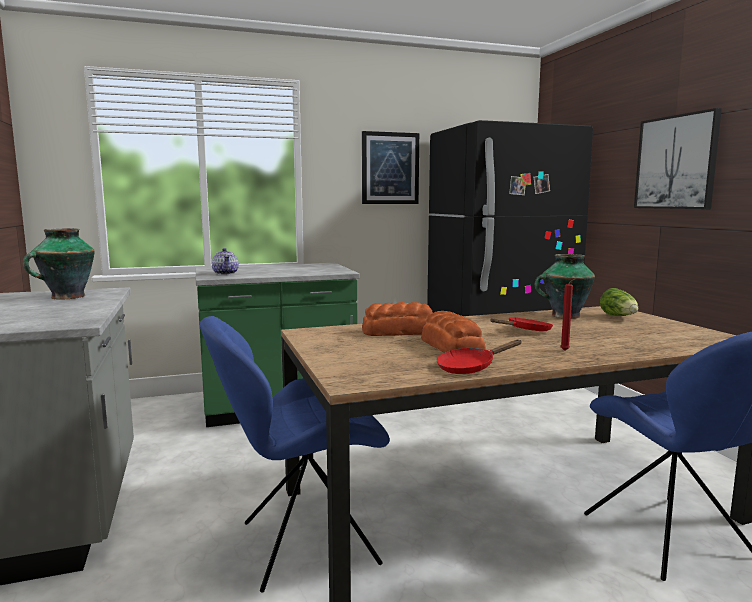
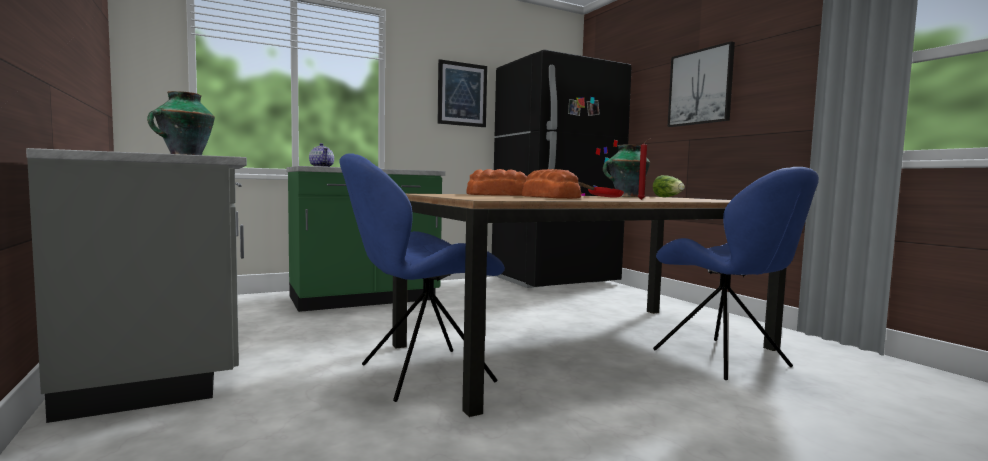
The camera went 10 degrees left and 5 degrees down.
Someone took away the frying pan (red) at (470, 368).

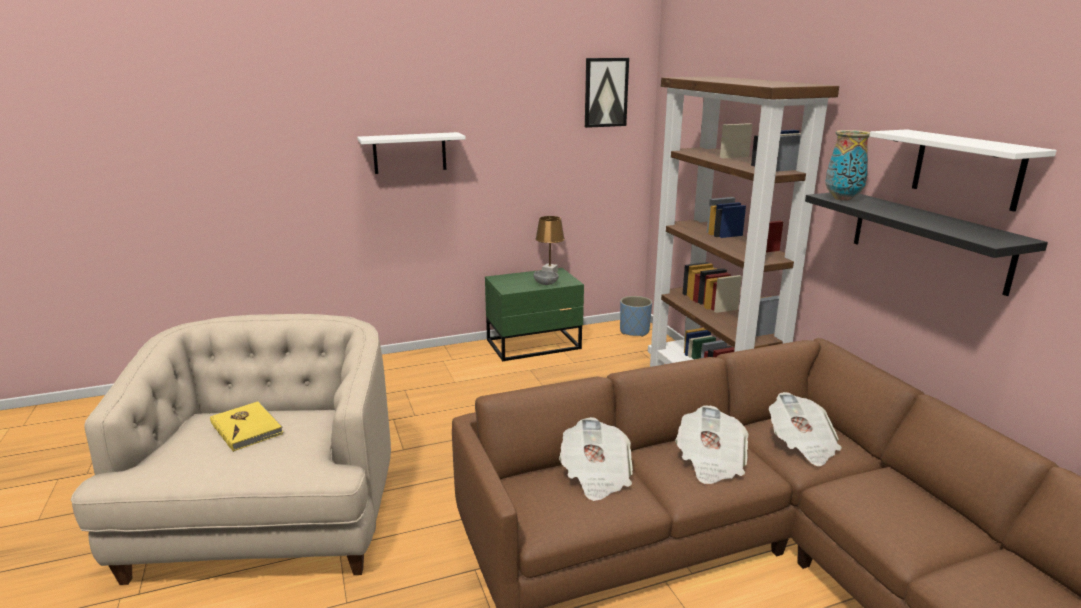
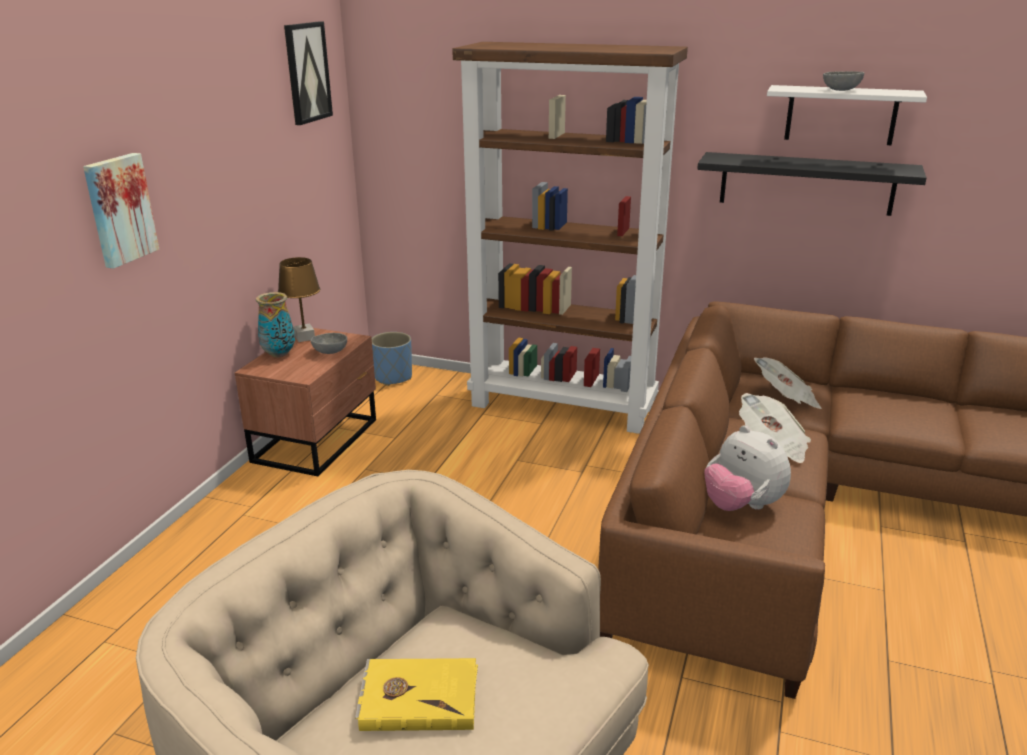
The camera went 50 degrees left and 5 degrees up.
Someone carried the vase from (843, 198) to (279, 354).
Someone swapped the shelf (white) at (409, 153) for the picture at (119, 209).
Someone repainted the nightstand (green) at (535, 345), which became the nightstand (brown) at (319, 440).
Someone swapped the newspaper at (596, 476) for the plush toy at (741, 506).
Someone put down the bowl (grey) at (840, 90).

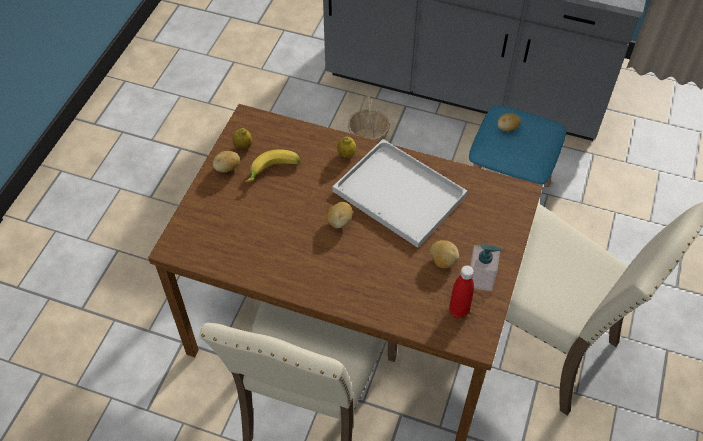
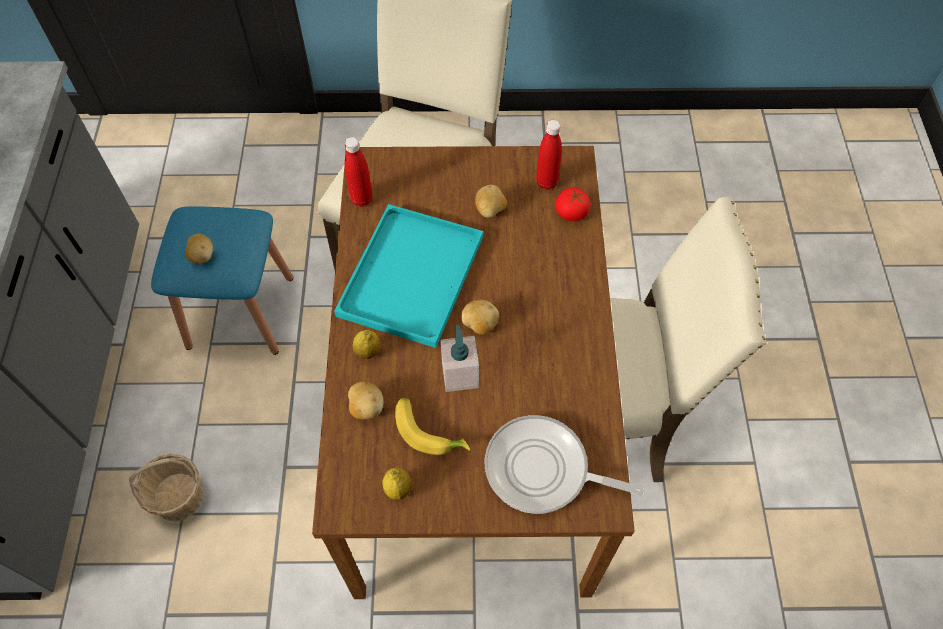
The camera went 110 degrees left and 5 degrees up.
Someone repainted the tray (white) at (402, 194), which became the tray (turquoise) at (411, 273).
Someone carried the potato from (227, 168) to (366, 407).
Someone carried the soap dispenser from (480, 278) to (460, 375).
Someone put down the bottle (red) at (361, 199).
Someone put down the tomato at (571, 213).
Someone put down the frying pan at (542, 470).

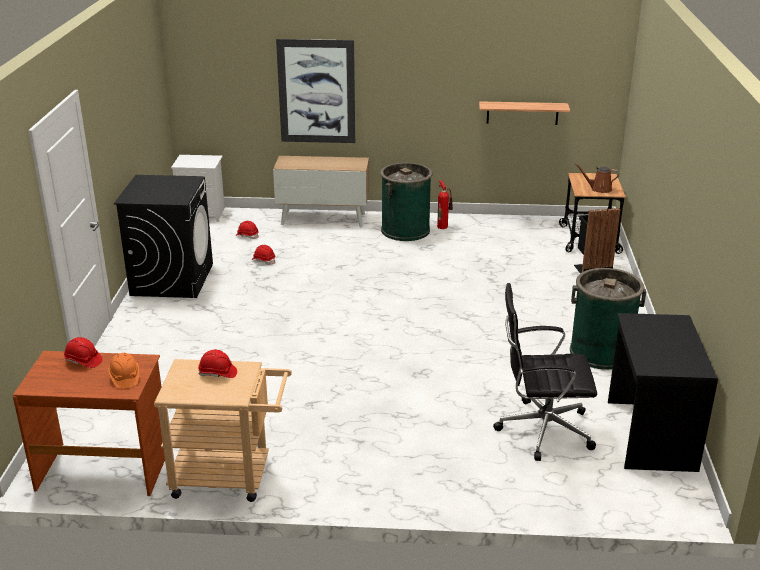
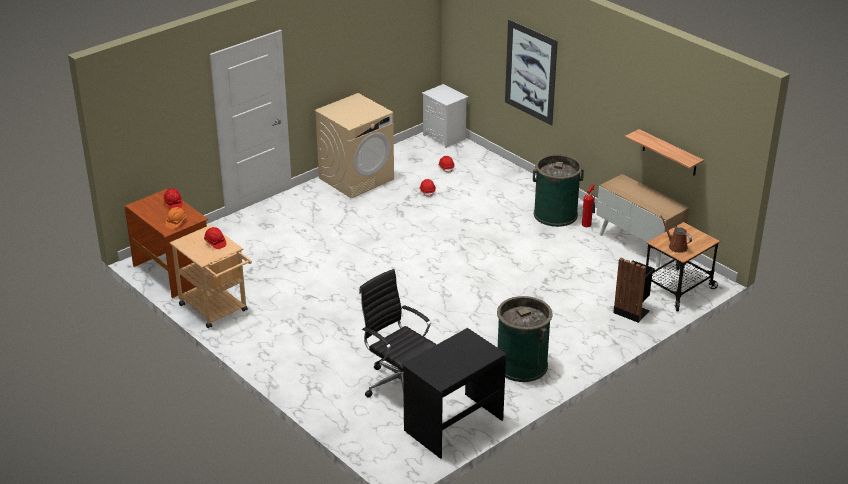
The camera went 45 degrees right and 5 degrees up.
Someone carried the cabinet from (323, 219) to (638, 245).
Someone repainted the washing machine (black) at (172, 279), which became the washing machine (beige) at (356, 178).

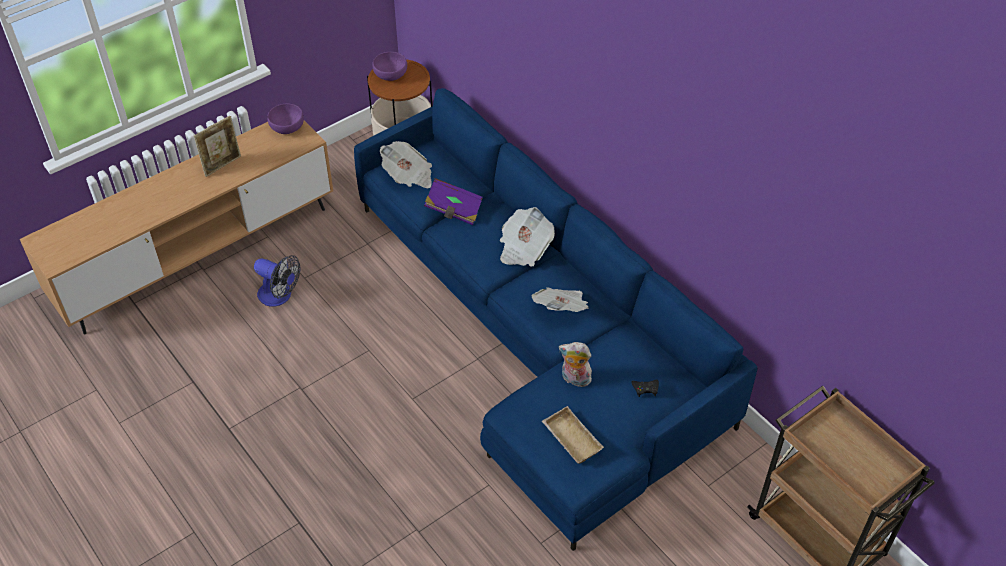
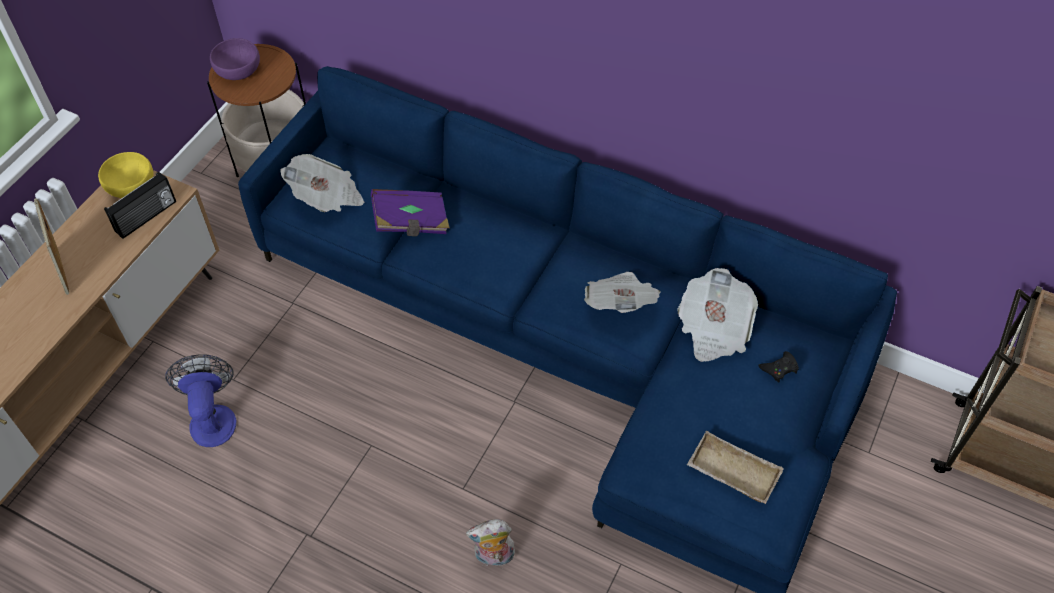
The camera went 25 degrees left and 5 degrees up.
Someone repainted the bowl (purple) at (286, 127), which became the bowl (yellow) at (130, 186).
Someone rotated the picture frame at (222, 165) by 135 degrees clockwise.
Someone carried the newspaper from (524, 248) to (713, 329).
Someone rotated the fan at (280, 296) by 105 degrees counterclockwise.
Someone carried the plush toy from (574, 379) to (493, 557).
Someone put down the radio at (146, 217).

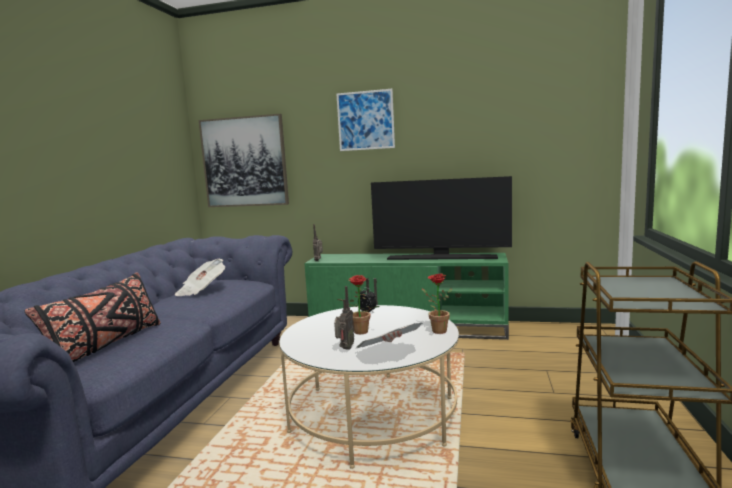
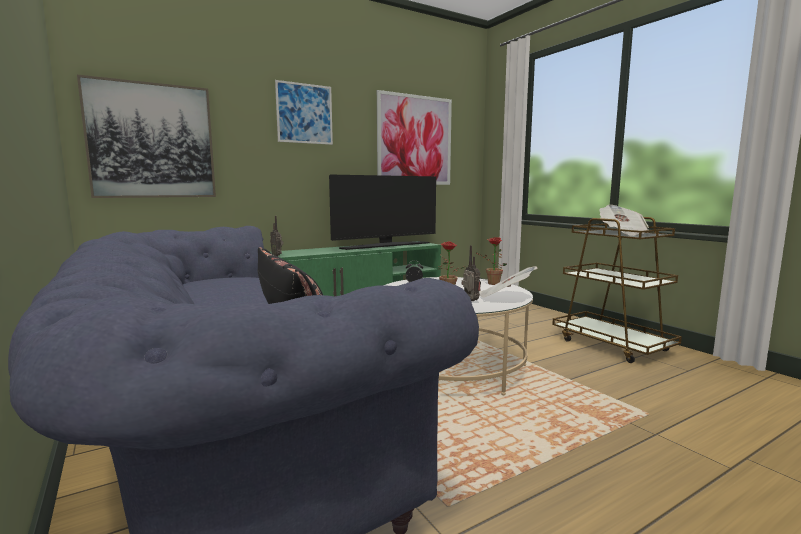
The camera went 45 degrees left and 0 degrees up.
Someone carried the newspaper from (201, 291) to (622, 233).
Someone put up the picture at (415, 140).

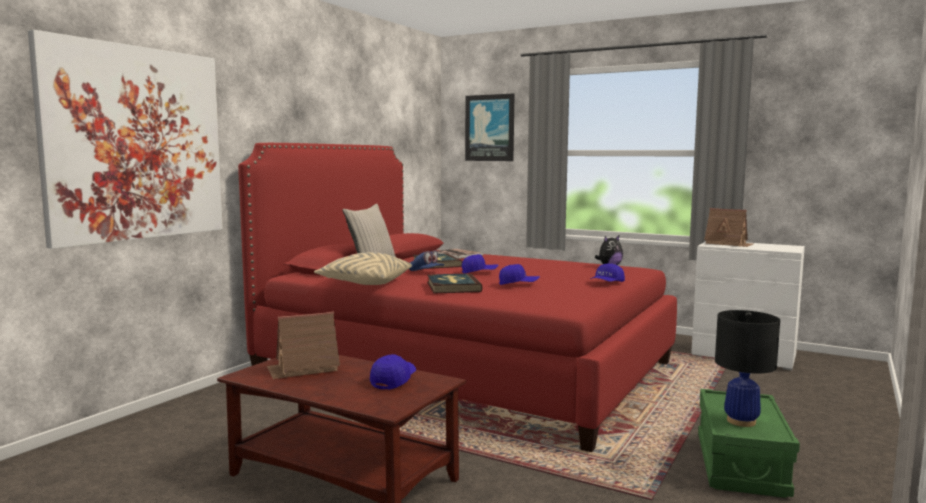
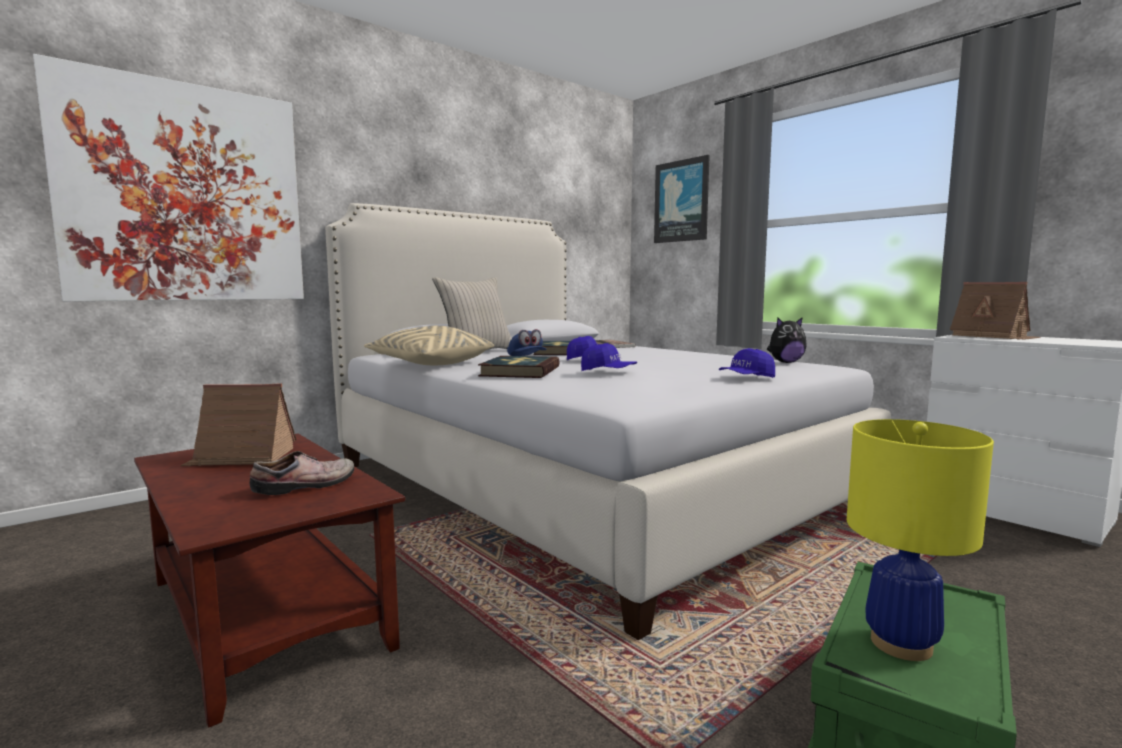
The camera went 20 degrees right and 0 degrees up.
Someone repainted the bed (red) at (465, 368), which became the bed (white) at (579, 485).
Someone repainted the table lamp (black) at (741, 421), which became the table lamp (yellow) at (900, 644).
Someone swapped the cap (blue) at (393, 381) for the shoe at (307, 486).

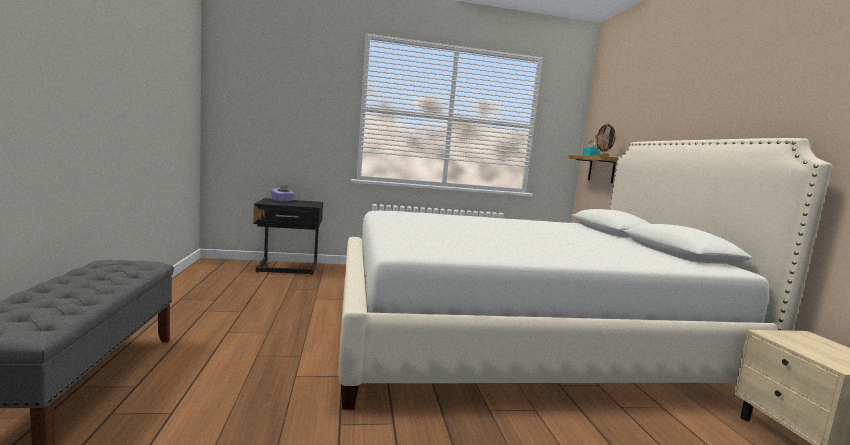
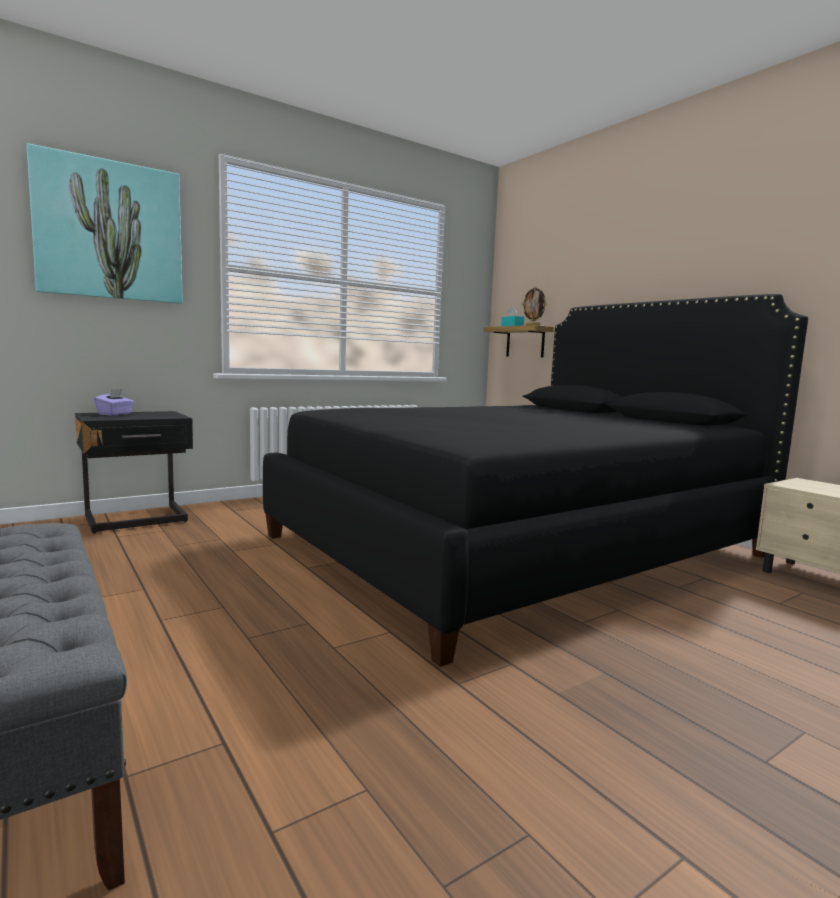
The camera went 25 degrees left and 0 degrees up.
Someone repainted the bed (white) at (517, 338), which became the bed (black) at (519, 546).
Someone put up the picture at (109, 231).

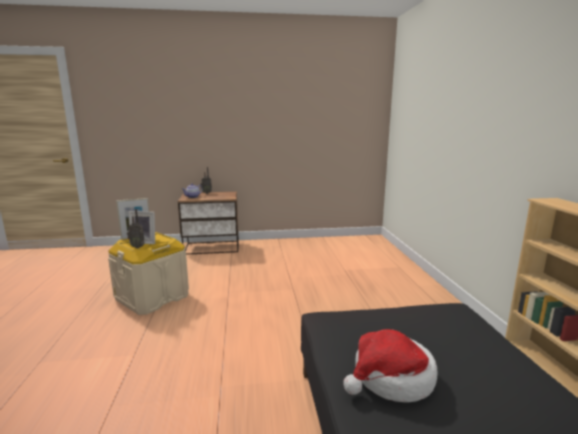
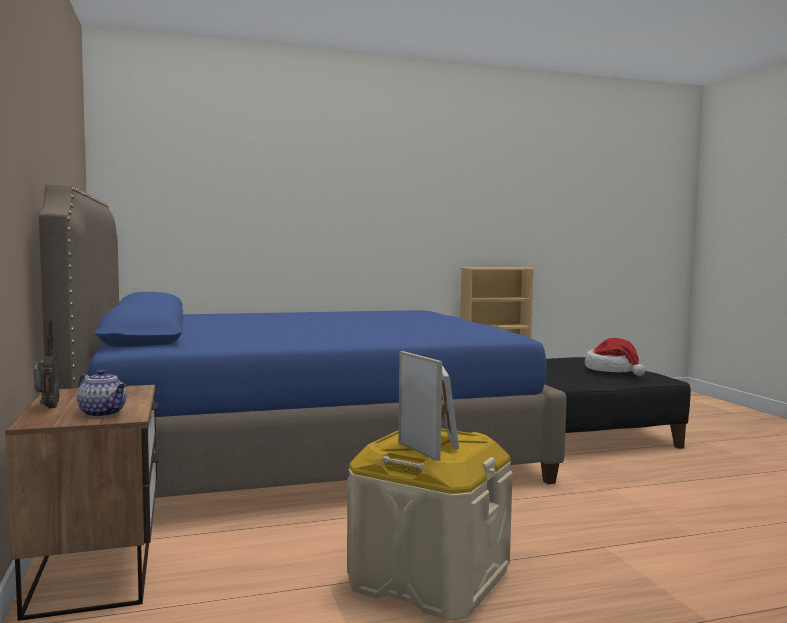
The camera went 100 degrees left and 10 degrees down.
Someone took away the radio at (137, 247).
Someone put down the bed (blue) at (303, 454).

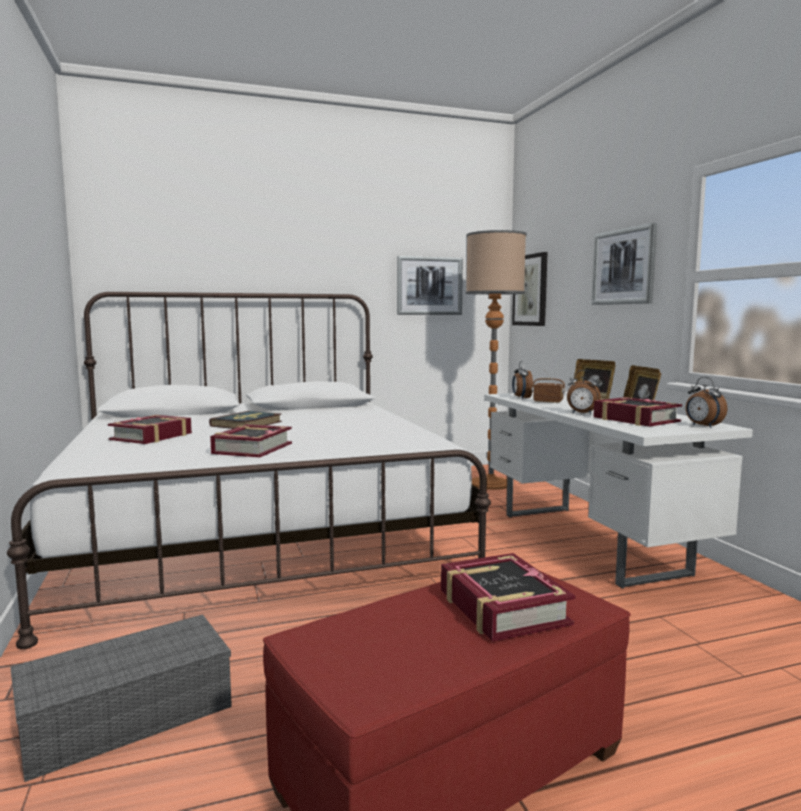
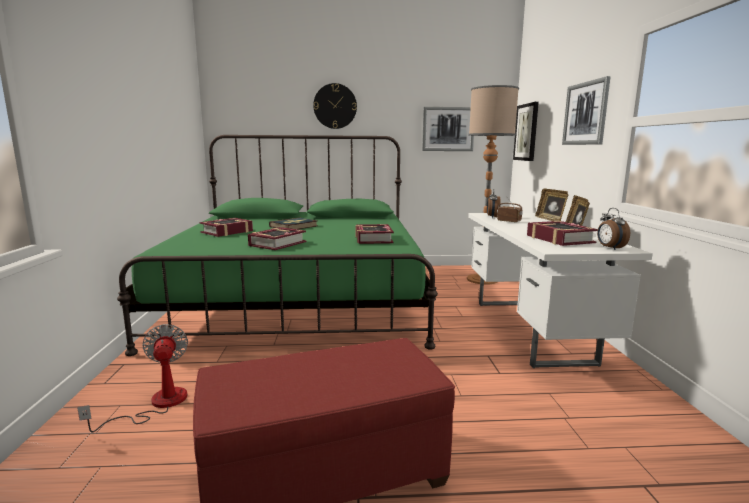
The camera went 15 degrees right and 5 degrees up.
Someone repainted the bed (white) at (256, 532), which became the bed (green) at (299, 299).
Someone took away the alarm clock at (582, 413).
Someone carried the book from (502, 607) to (373, 239).
Someone swapped the storage box (grey) at (124, 717) for the fan at (157, 404).
Someone put up the wall clock at (335, 106).

